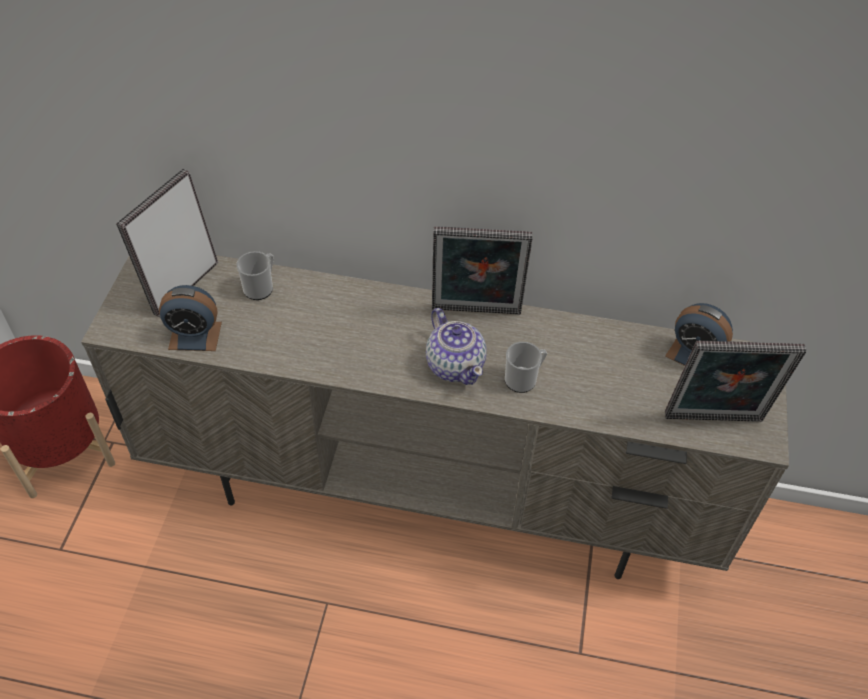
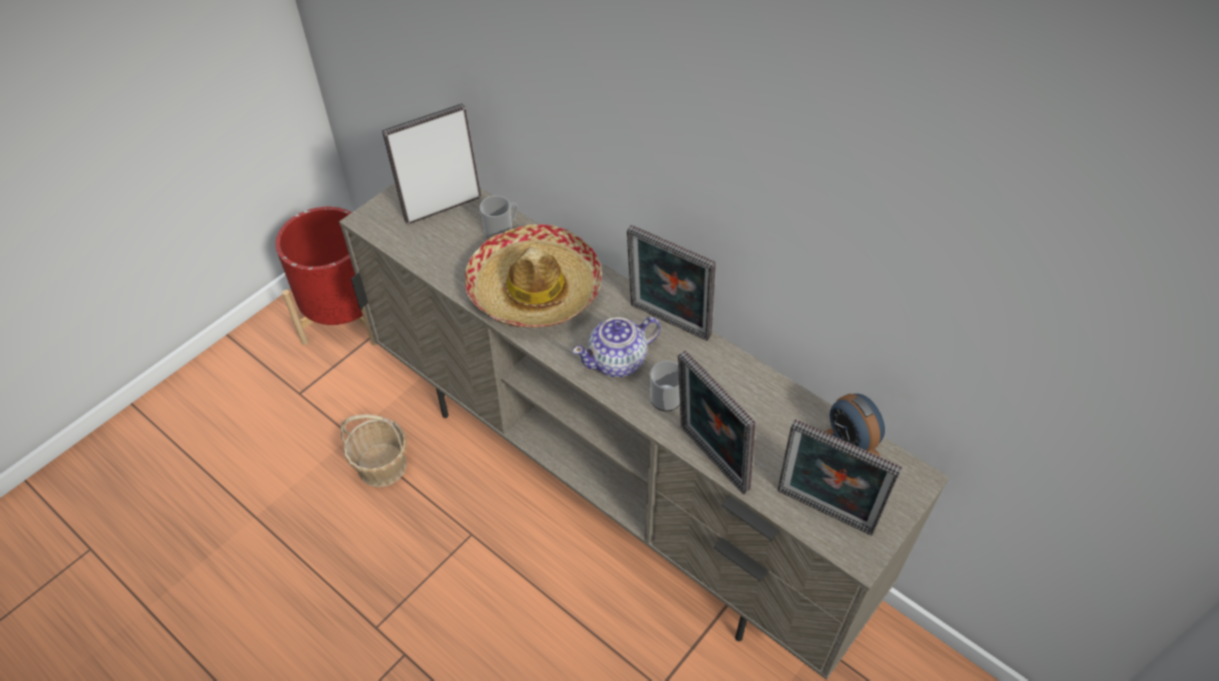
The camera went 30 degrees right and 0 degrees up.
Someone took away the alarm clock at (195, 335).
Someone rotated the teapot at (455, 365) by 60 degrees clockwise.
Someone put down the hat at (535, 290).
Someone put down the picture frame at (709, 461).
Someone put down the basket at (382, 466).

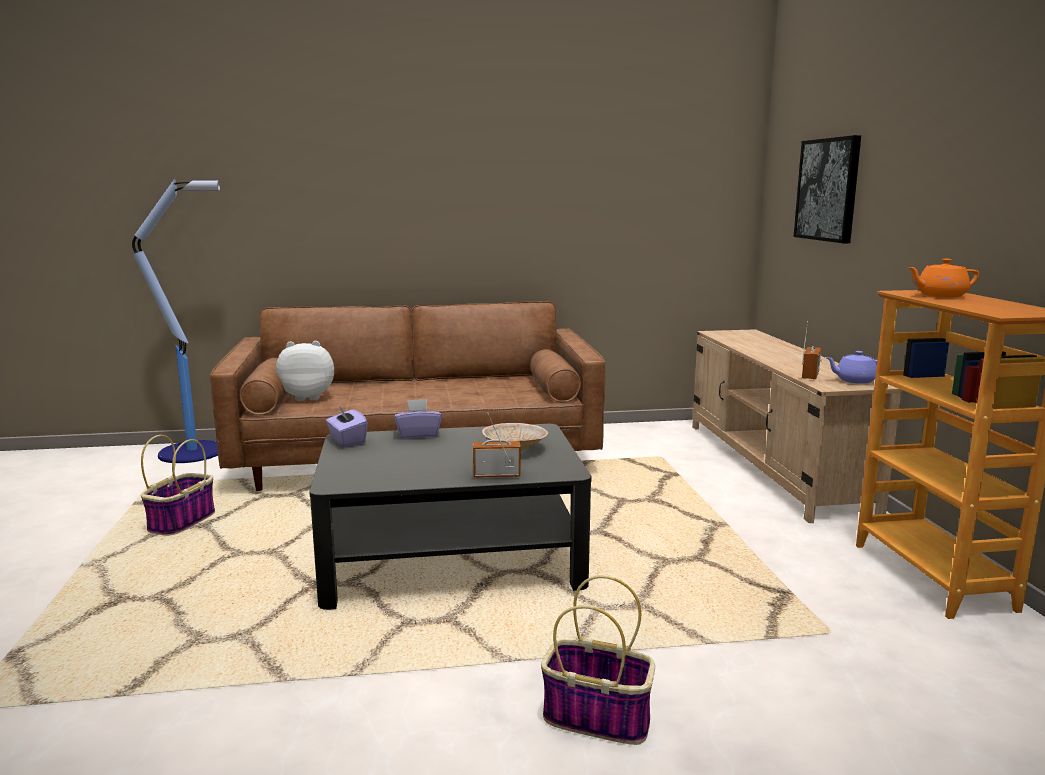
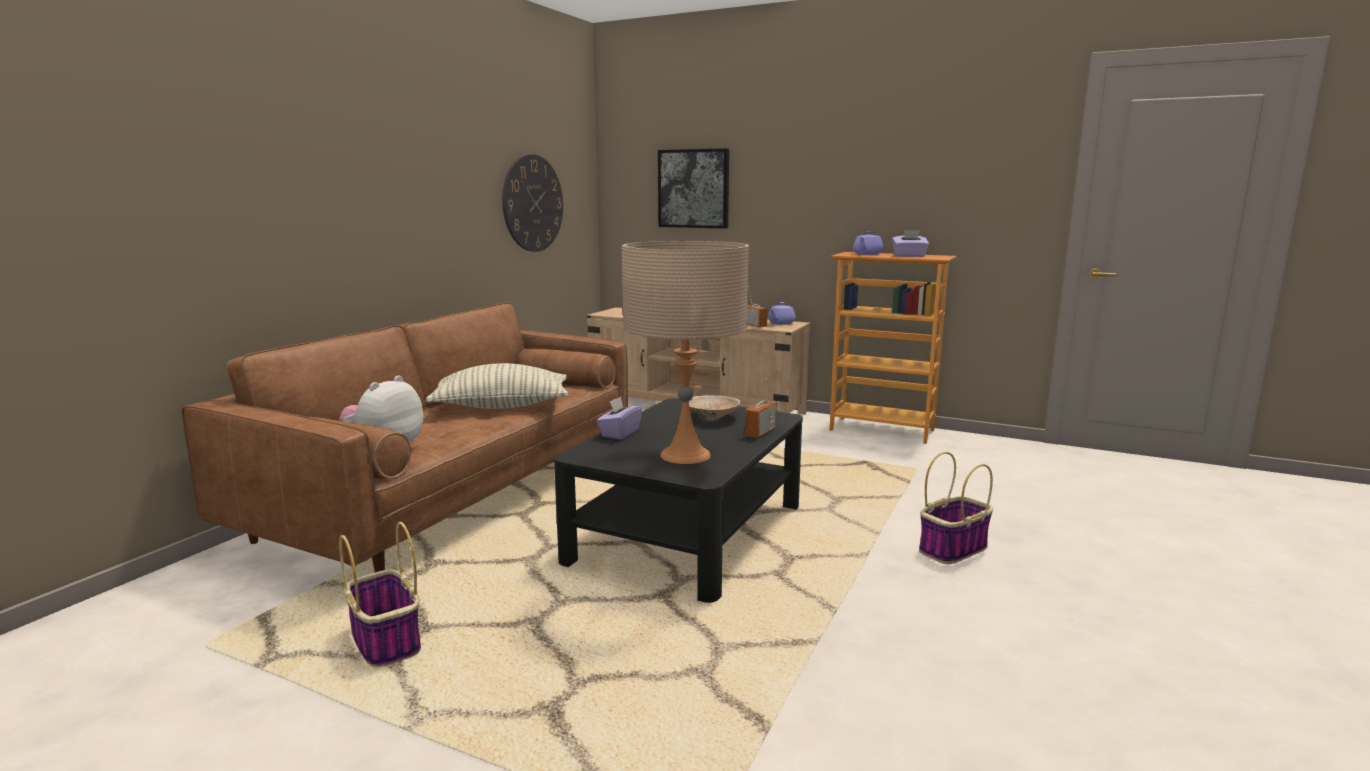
The camera went 55 degrees left and 0 degrees up.
Someone took away the floor lamp at (194, 452).
Someone repainted the teapot (orange) at (940, 295), which became the teapot (purple) at (867, 254).
Someone carried the tissue box (purple) from (347, 440) to (909, 256).
Someone put up the wall clock at (533, 203).
Someone put down the table lamp (beige) at (685, 455).
Someone put down the pillow at (502, 406).

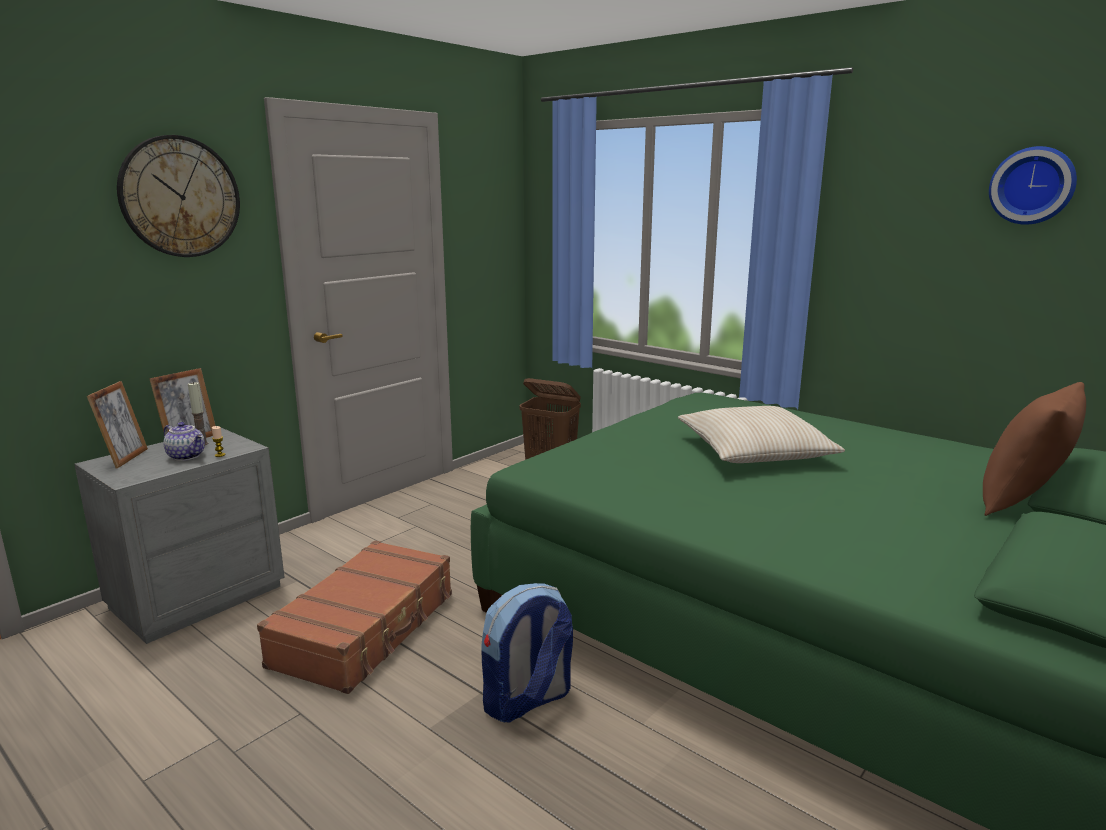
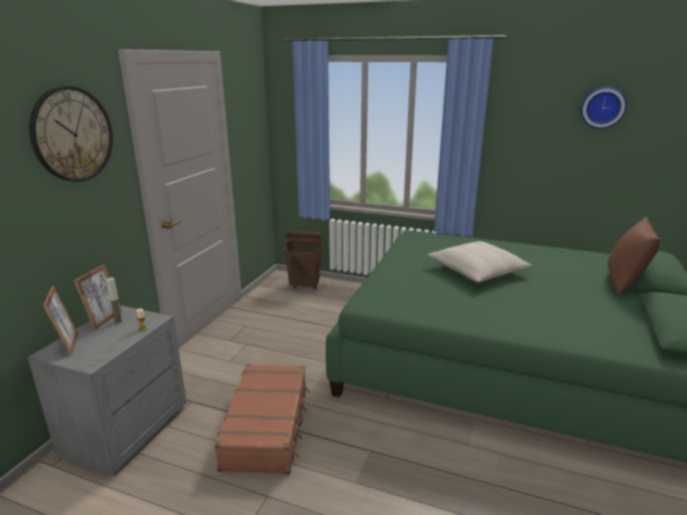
The camera went 20 degrees left and 5 degrees up.
Someone took away the teapot at (187, 456).
Someone took away the backpack at (527, 701).

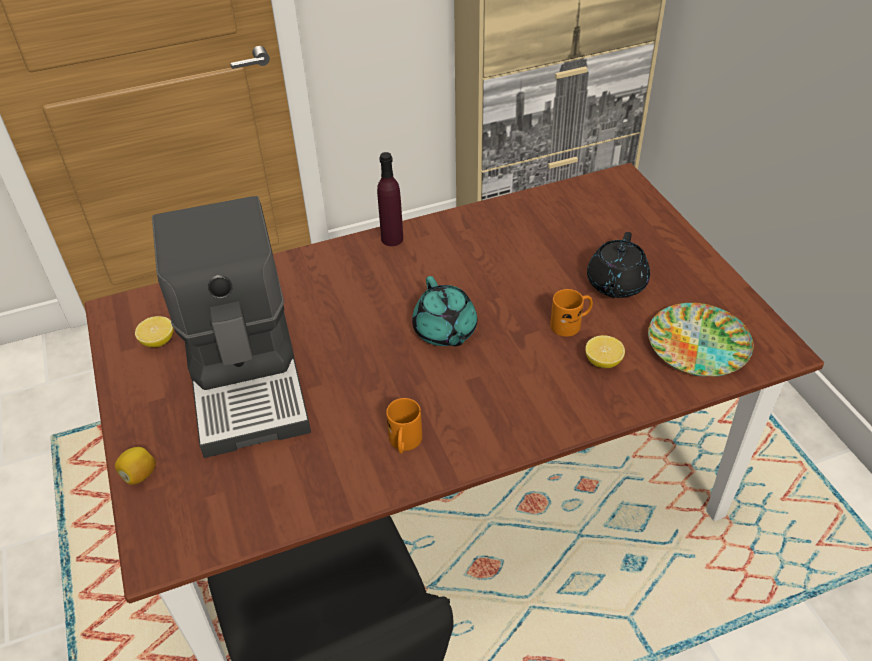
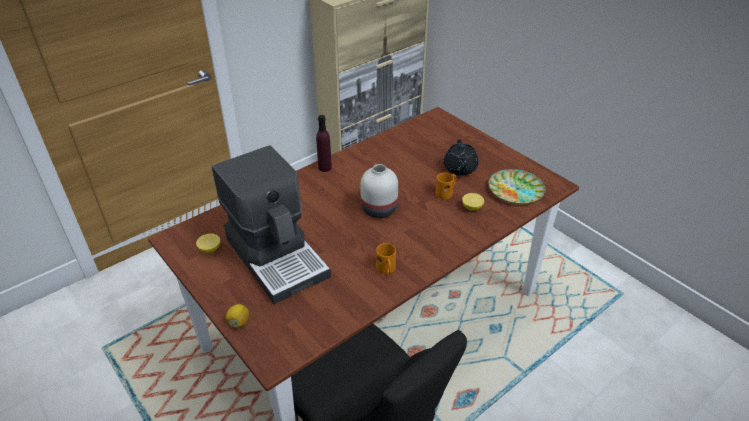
The camera went 20 degrees left and 5 degrees down.
Someone swapped the teapot (turquoise) at (445, 331) for the vase (white) at (380, 209).

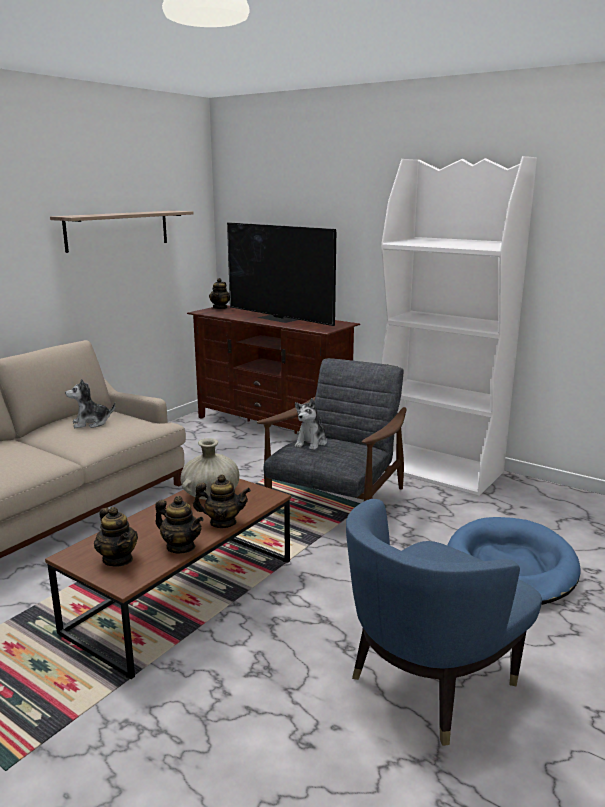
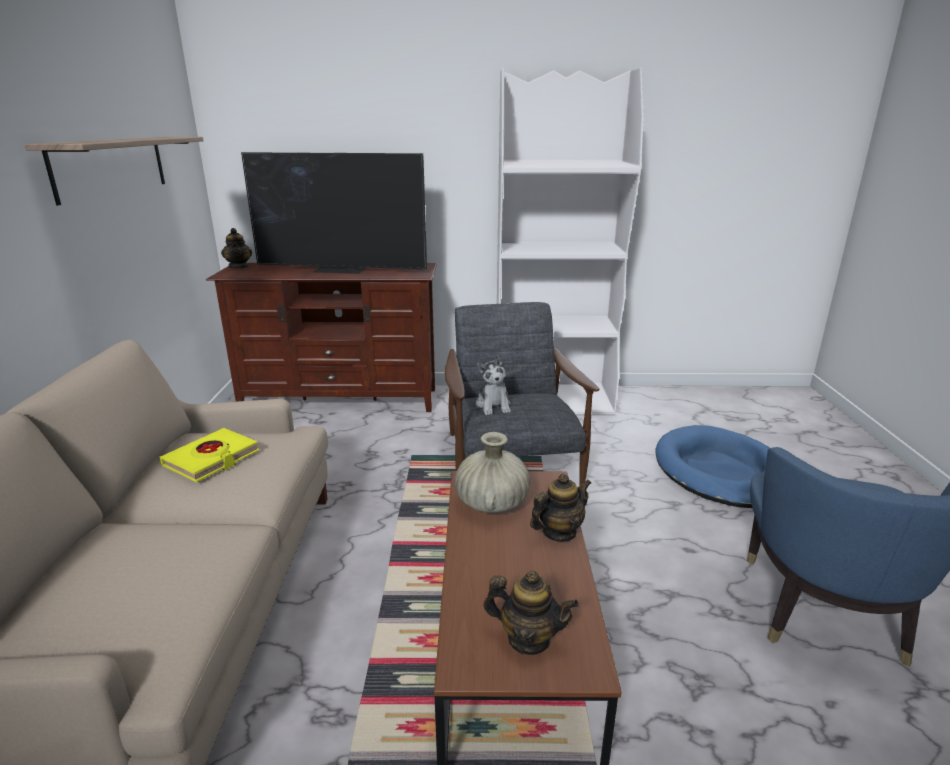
The camera went 35 degrees left and 5 degrees up.
Someone swapped the plush toy at (91, 423) for the book (yellow) at (212, 459).
Someone took away the teapot at (181, 547).

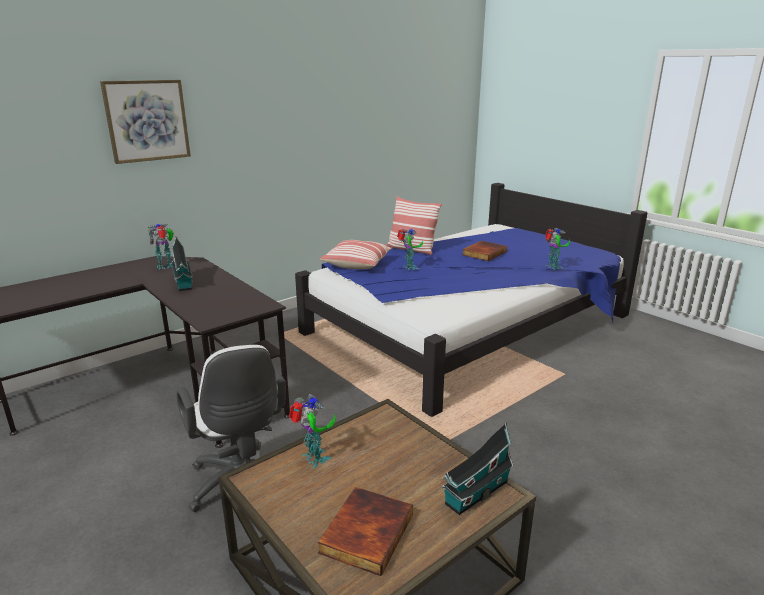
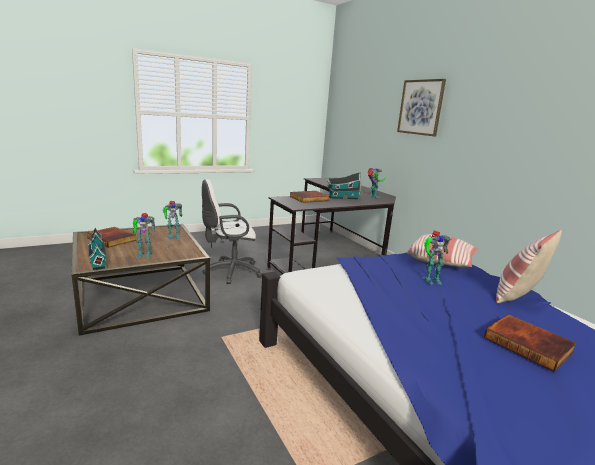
The camera went 100 degrees right and 5 degrees down.
Someone carried the toy robot from (553, 267) to (144, 254).
Someone put down the book at (309, 199).

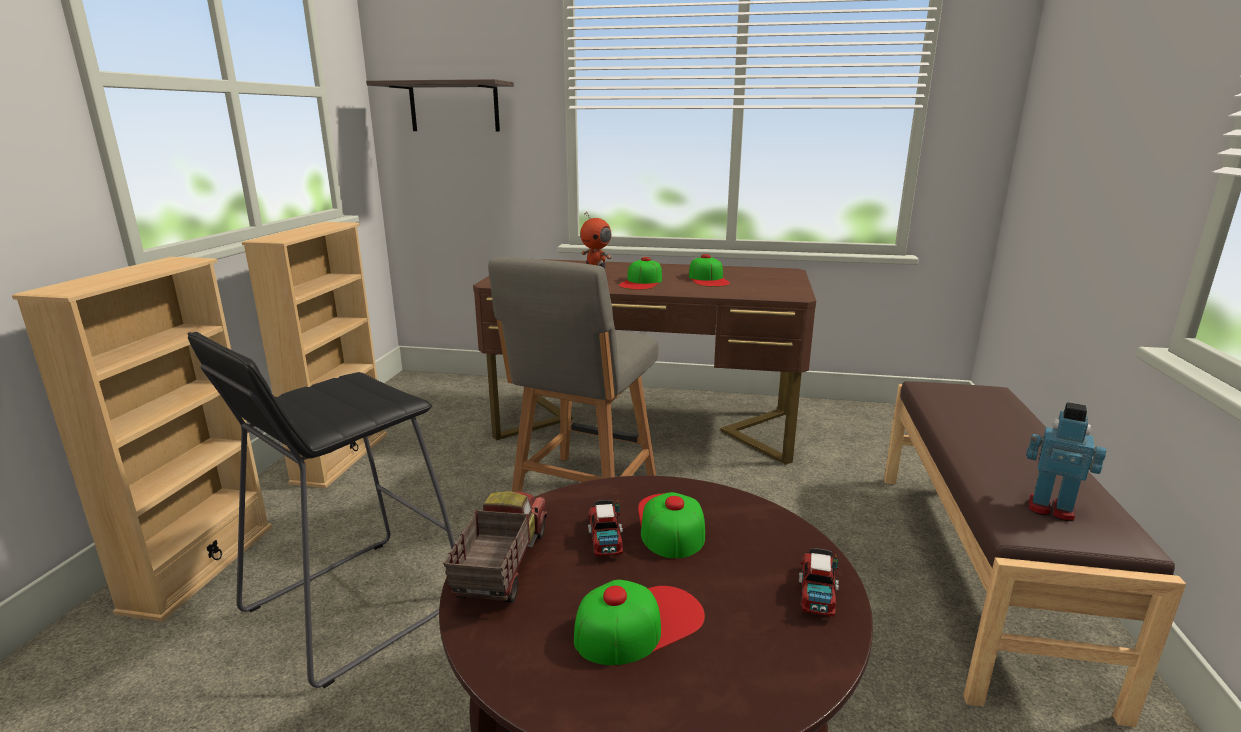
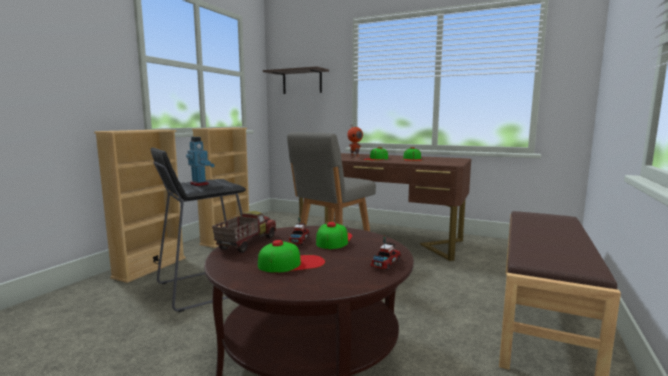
The camera went 15 degrees right and 10 degrees down.
Someone carried the toy robot from (1050, 508) to (200, 184).

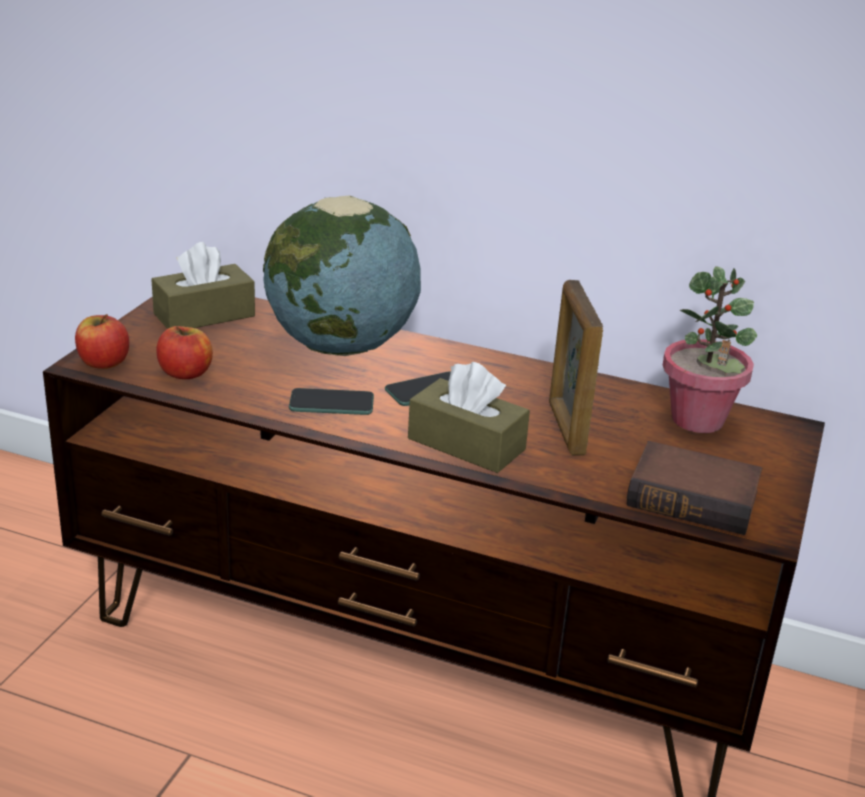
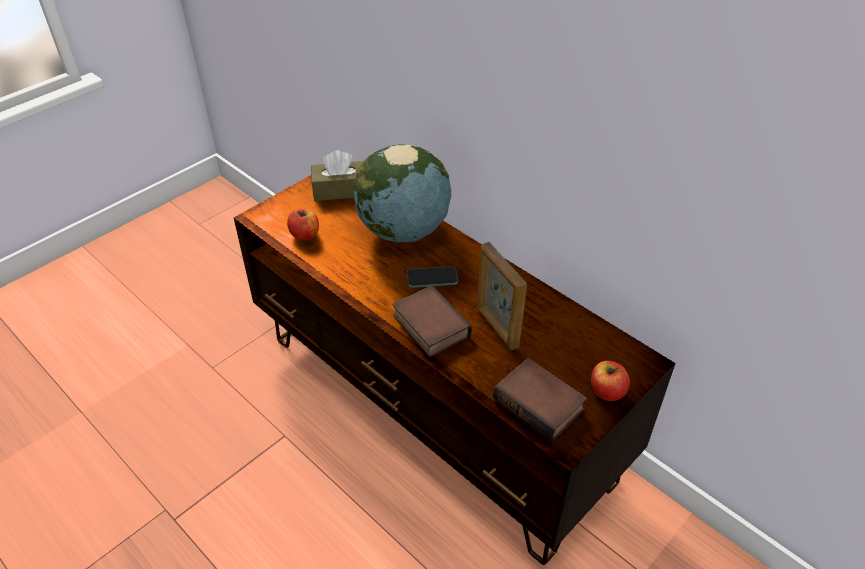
The camera went 25 degrees right and 15 degrees up.
Someone took away the potted plant at (698, 420).
Someone rotated the picture frame at (566, 428) by 45 degrees counterclockwise.
Someone carried the apple from (103, 362) to (607, 391).
Someone swapped the tissue box (brown) at (466, 444) for the book at (428, 326).
Someone took away the phone at (331, 403).

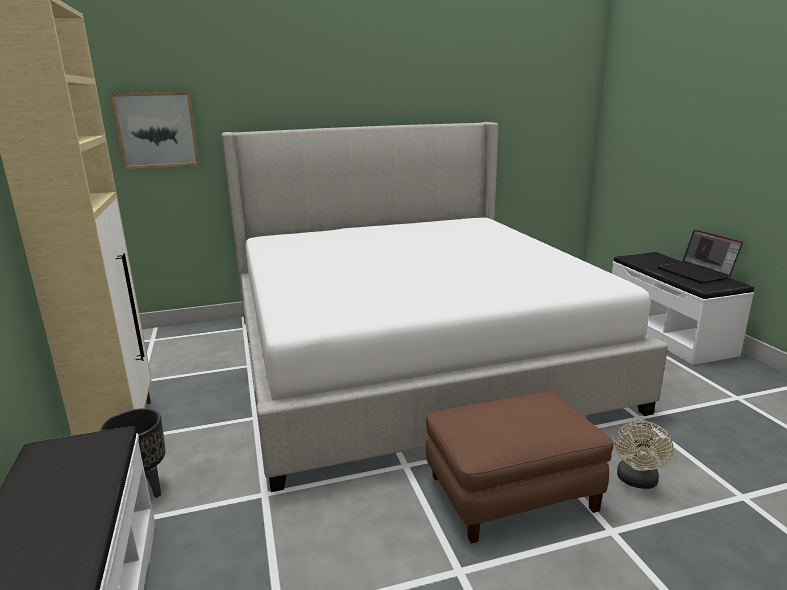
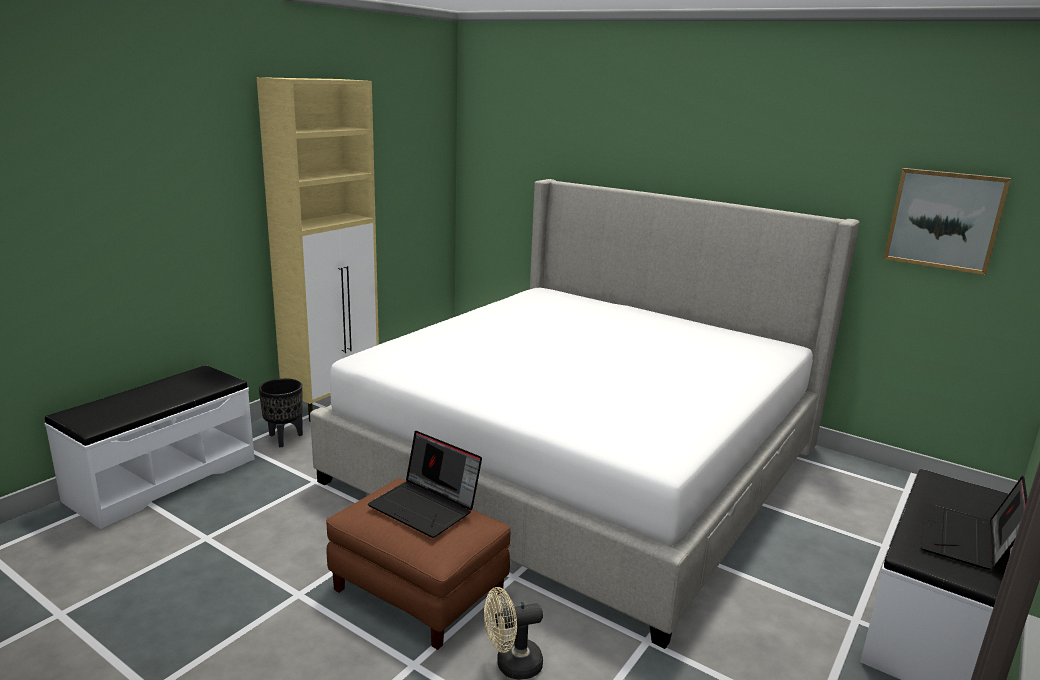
The camera went 50 degrees right and 0 degrees up.
Someone carried the picture from (157, 130) to (944, 220).
Someone put down the laptop at (426, 507).

